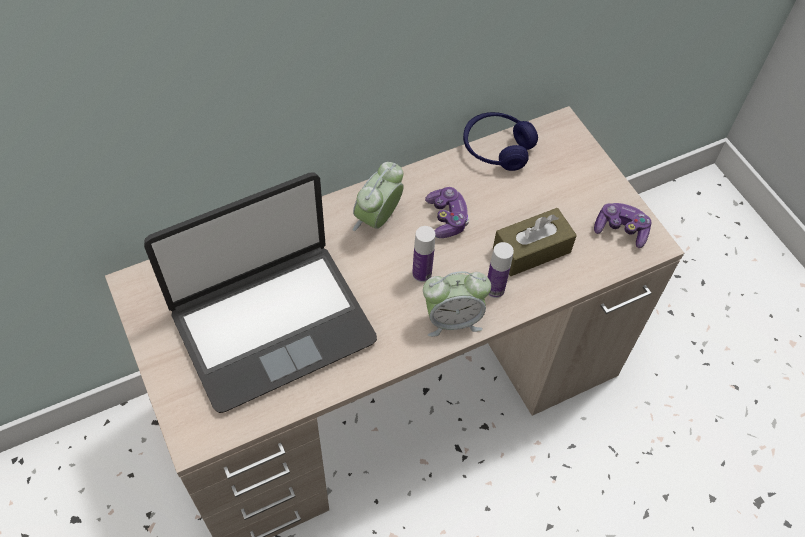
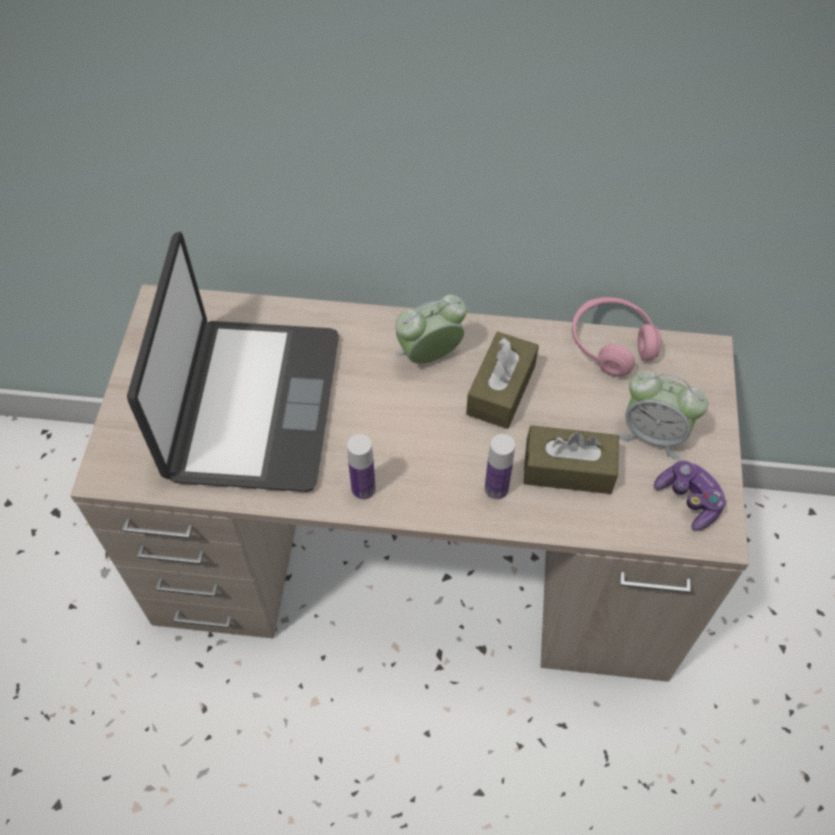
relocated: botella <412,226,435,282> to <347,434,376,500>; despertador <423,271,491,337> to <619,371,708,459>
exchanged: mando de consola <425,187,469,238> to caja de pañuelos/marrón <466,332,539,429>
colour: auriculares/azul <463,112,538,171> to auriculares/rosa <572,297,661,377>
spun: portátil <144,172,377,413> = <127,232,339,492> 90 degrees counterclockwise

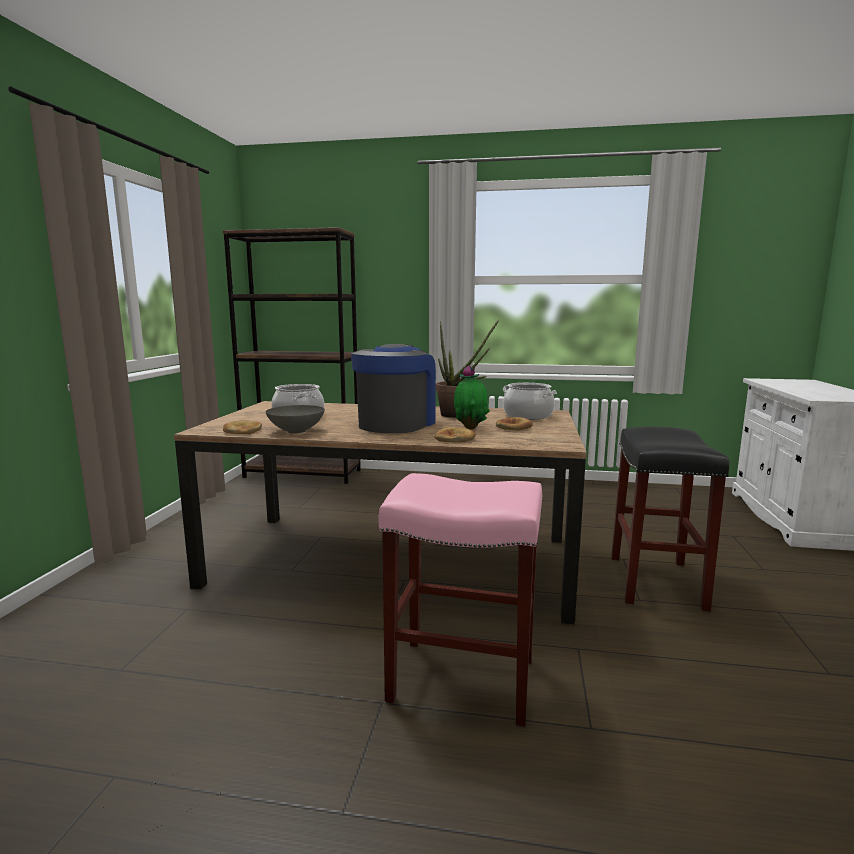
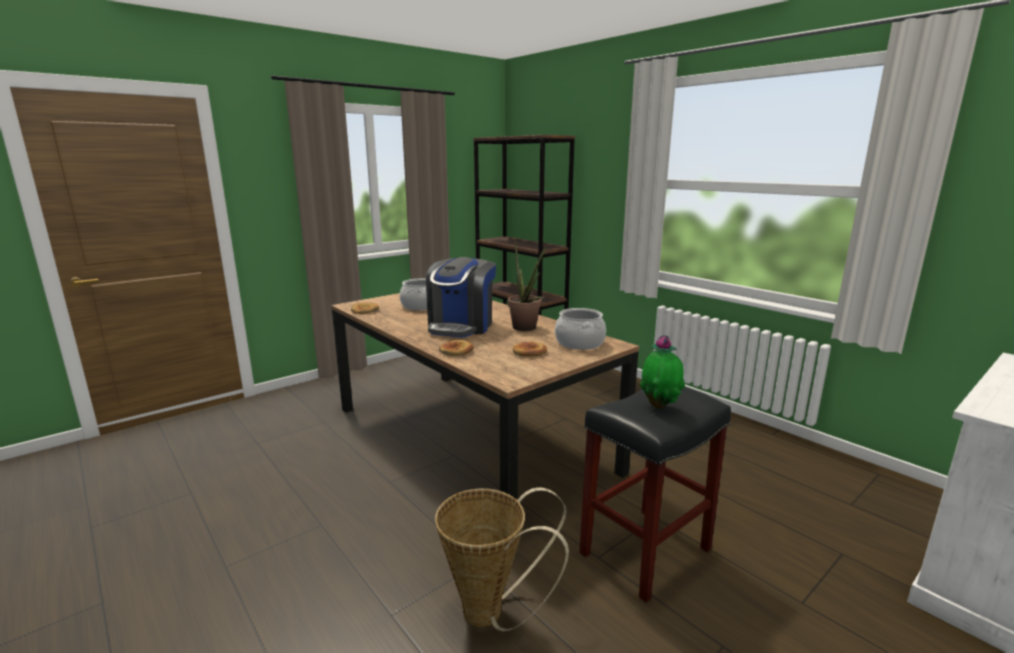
missing: cuenco/gris <266,405,325,434>; taburete/rosa <379,473,542,727>
appeared: cesta <435,487,569,631>
relocated: planta en maceta <454,365,490,430> to <640,335,685,409>
spun: cafetera <351,344,436,433> = <426,257,496,338> 135 degrees clockwise

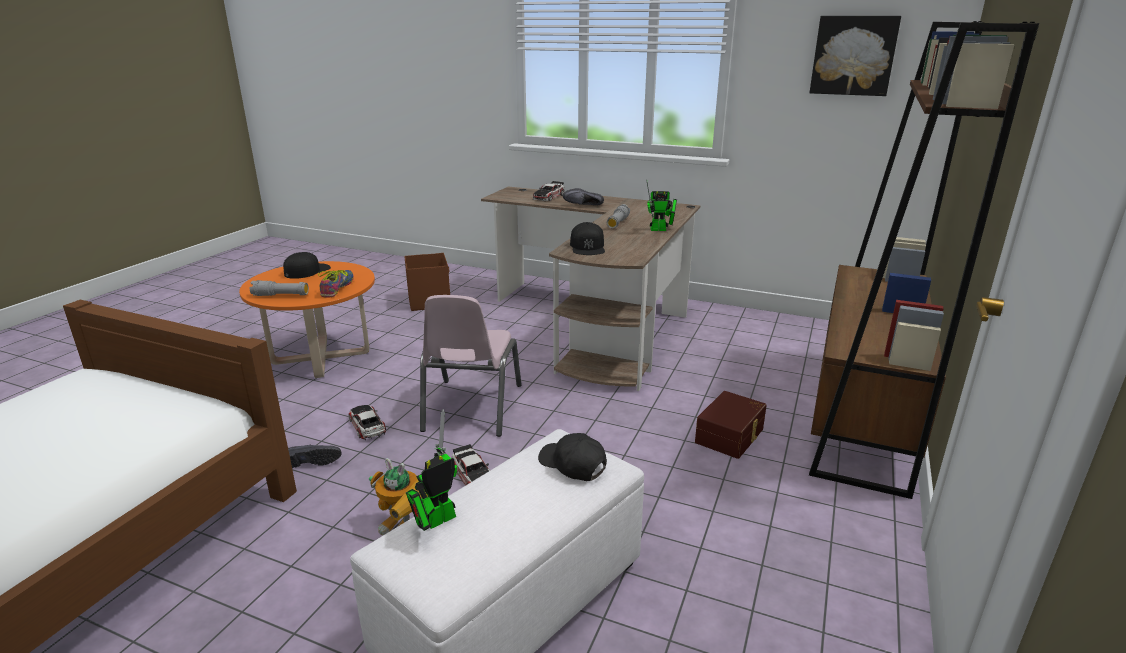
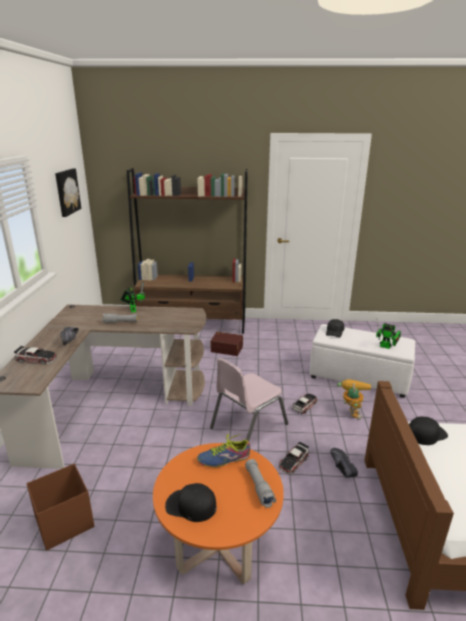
relocated: gorra/negro <570,222,605,255> to <409,417,448,445>
spun: silla/rosa <420,295,522,437> = <210,358,288,441> 150 degrees clockwise

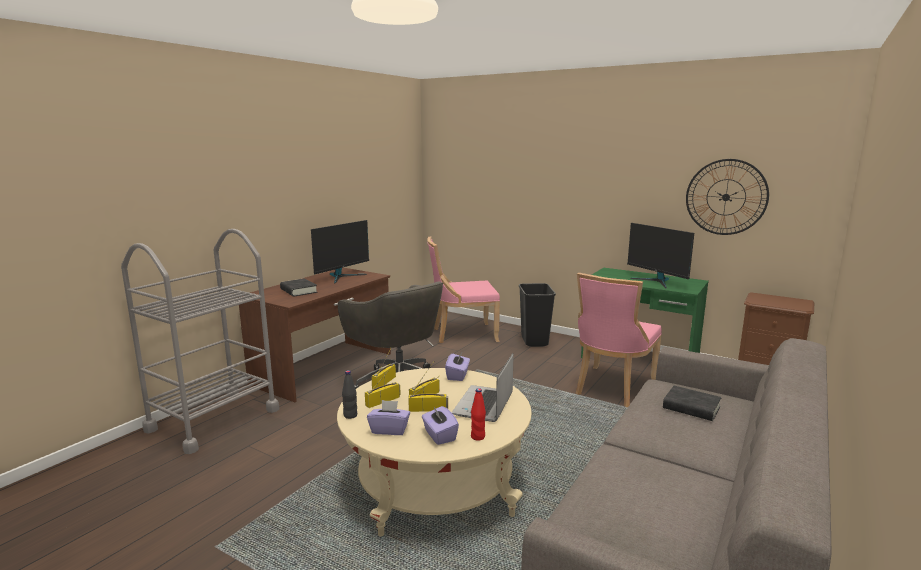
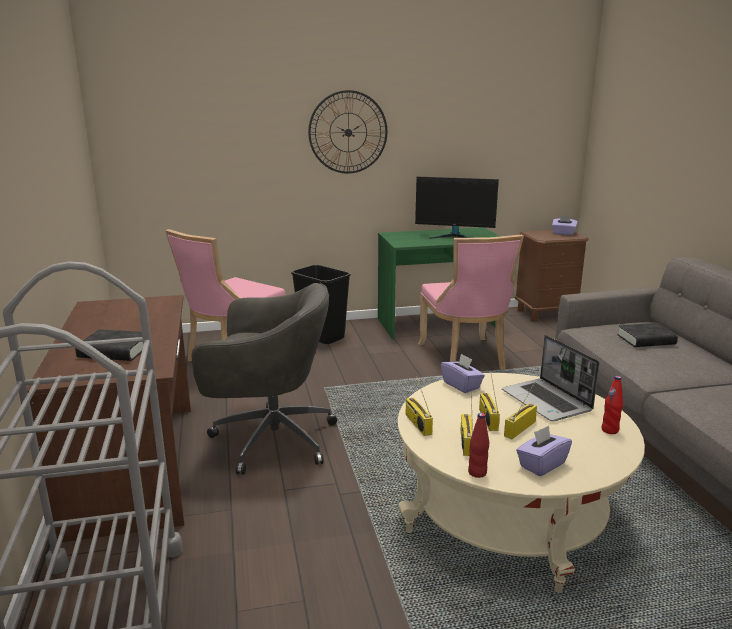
missing: monitor <311,220,369,284>
relocated: reloj de pared <686,159,769,235> to <308,90,387,174>; caja de pañuelos/morado <422,406,459,445> to <552,216,578,235>
colour: botella/negro <342,370,357,419> to botella/rojo <468,413,489,478>

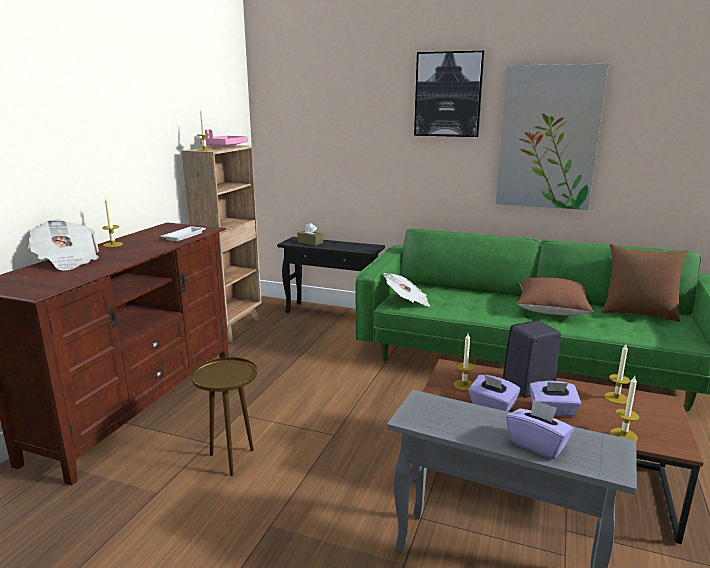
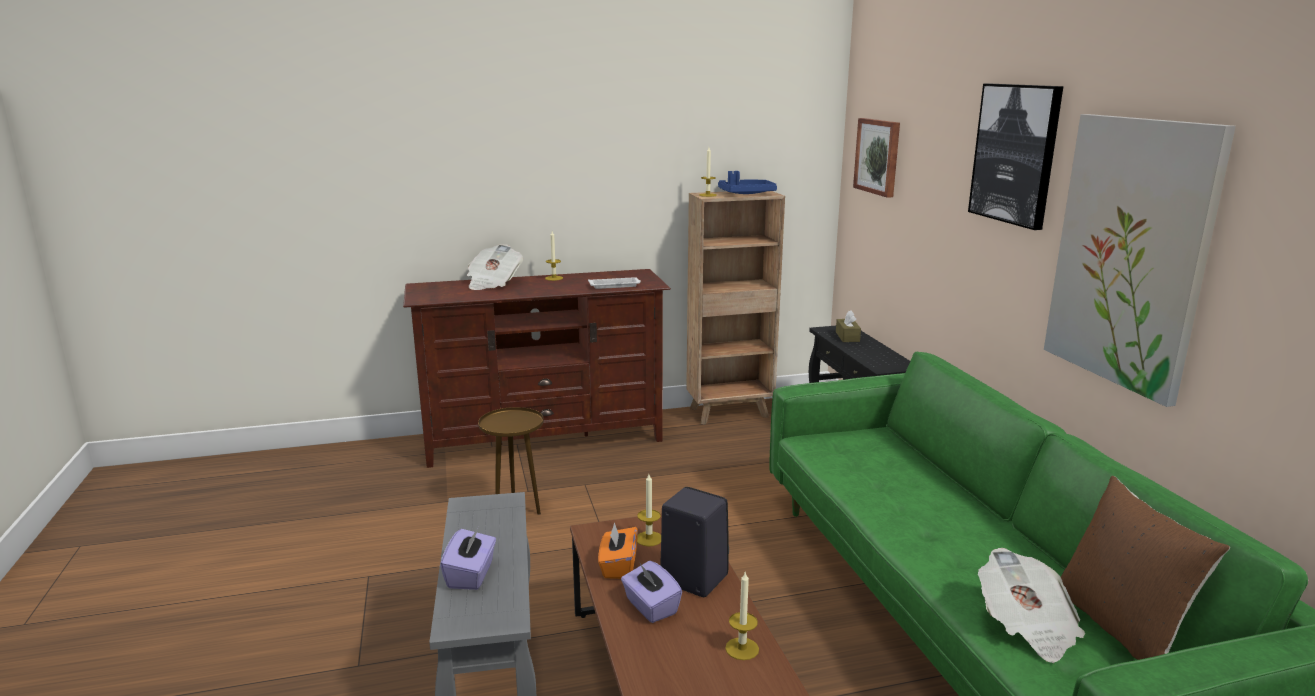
missing: cojín/marrón <516,277,594,315>; vela <610,376,640,441>
appeared: cuadro <853,118,900,198>
relocated: periódico <383,273,430,307> to <978,548,1085,663>
colour: caja de pañuelos/morado <468,374,520,412> to caja de pañuelos/naranja <598,522,638,579>; bandeja/rosa <199,130,248,147> to bandeja/azul <718,171,777,194>

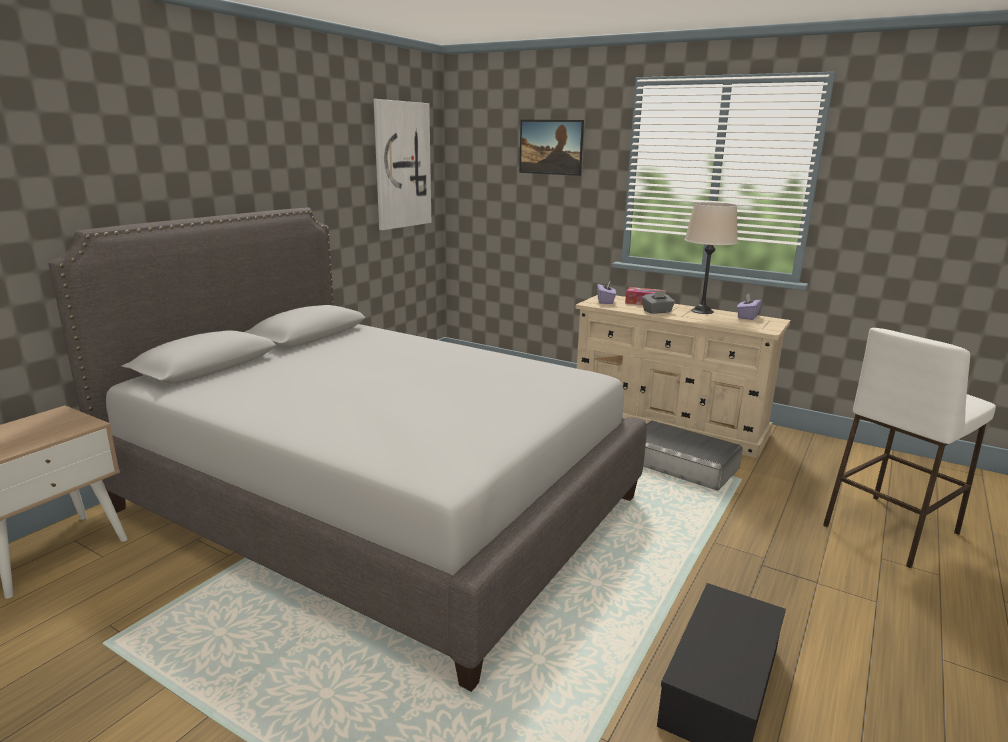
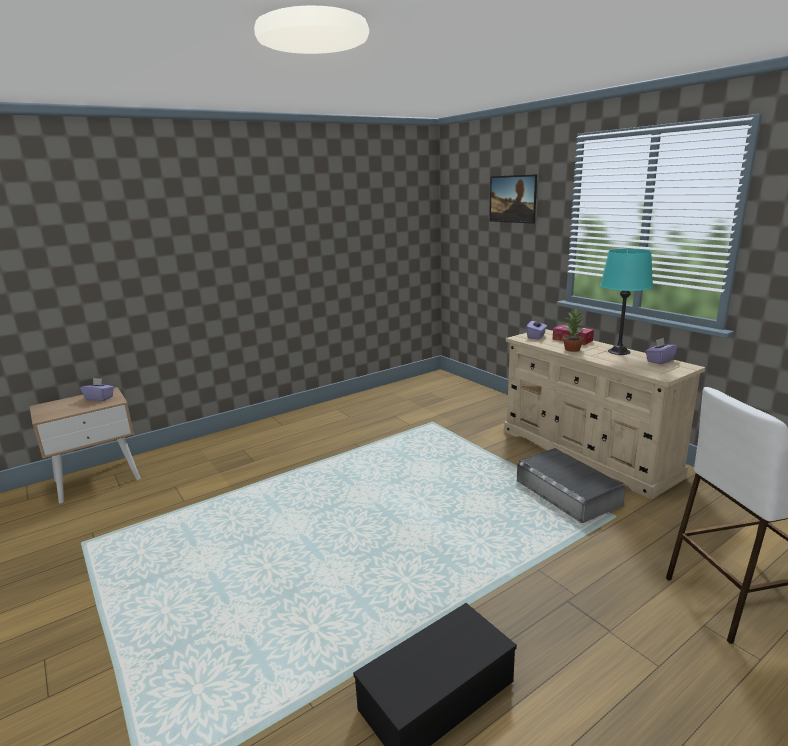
missing: cama/gris <48,207,647,692>; cuadro <374,99,431,230>
appeared: caja de pañuelos/morado <80,378,114,401>
exchanged: caja de pañuelos/gris <642,290,675,314> to planta en maceta <563,308,584,352>
colour: lámpara de mesa/beis <685,202,738,314> to lámpara de mesa/turquesa <600,249,653,355>

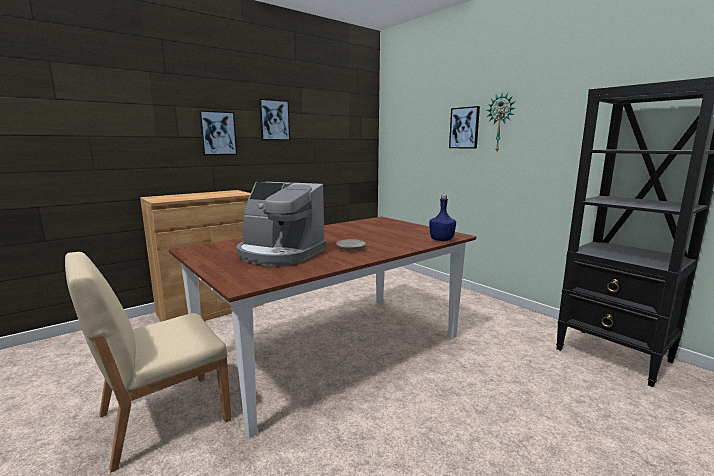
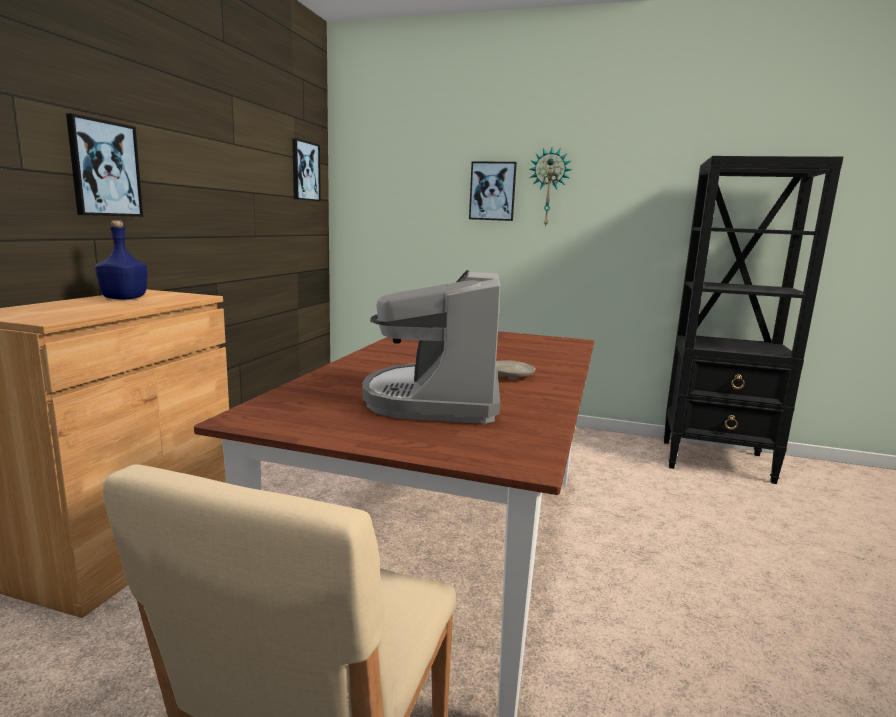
relocated: botella/azul <429,195,456,241> to <95,220,148,299>; cuadro <259,99,290,140> to <292,138,321,201>
spun: cafetera <237,182,326,266> = <362,270,500,424> 105 degrees clockwise

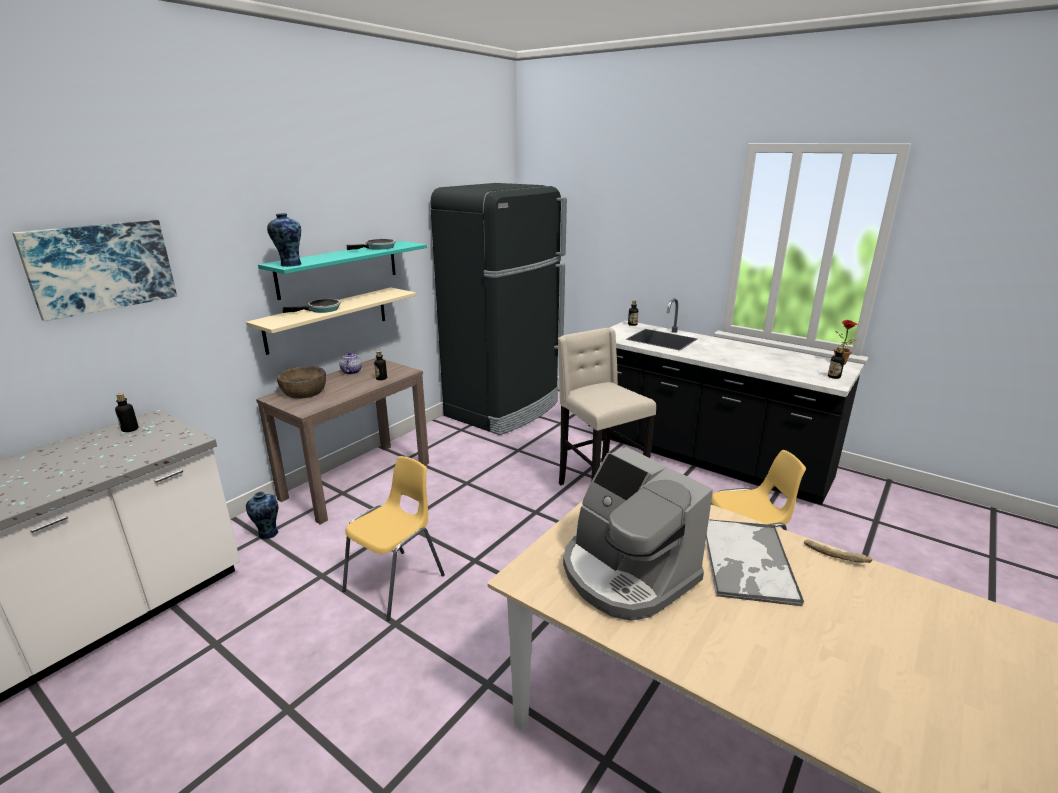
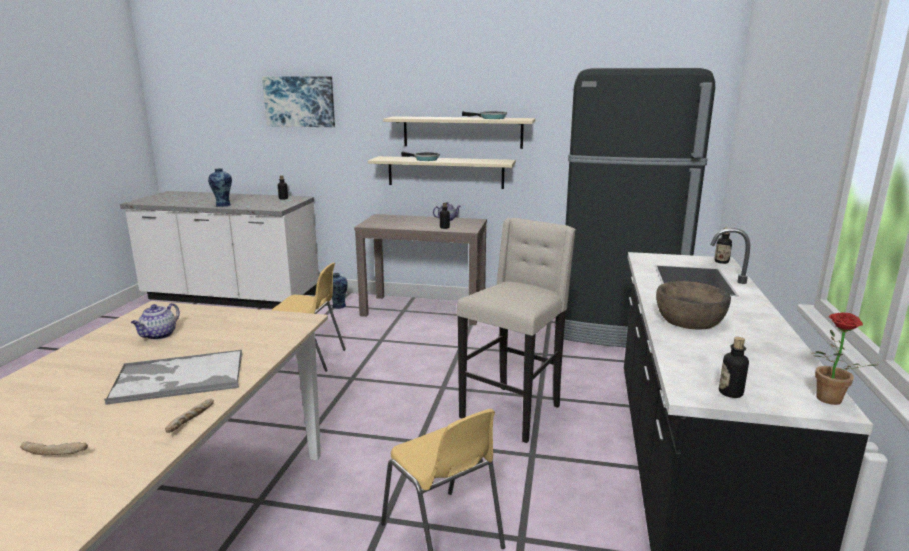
appeared: pan <20,441,88,455>
relocated: florero <267,213,301,267> to <208,168,232,207>; cuenco/marrón <277,366,326,399> to <656,281,731,330>
exchanged: cafetera <563,447,713,621> to tetera <131,303,180,340>
colour: estante/turquesa <258,241,427,300> to estante/beis <383,116,535,149>

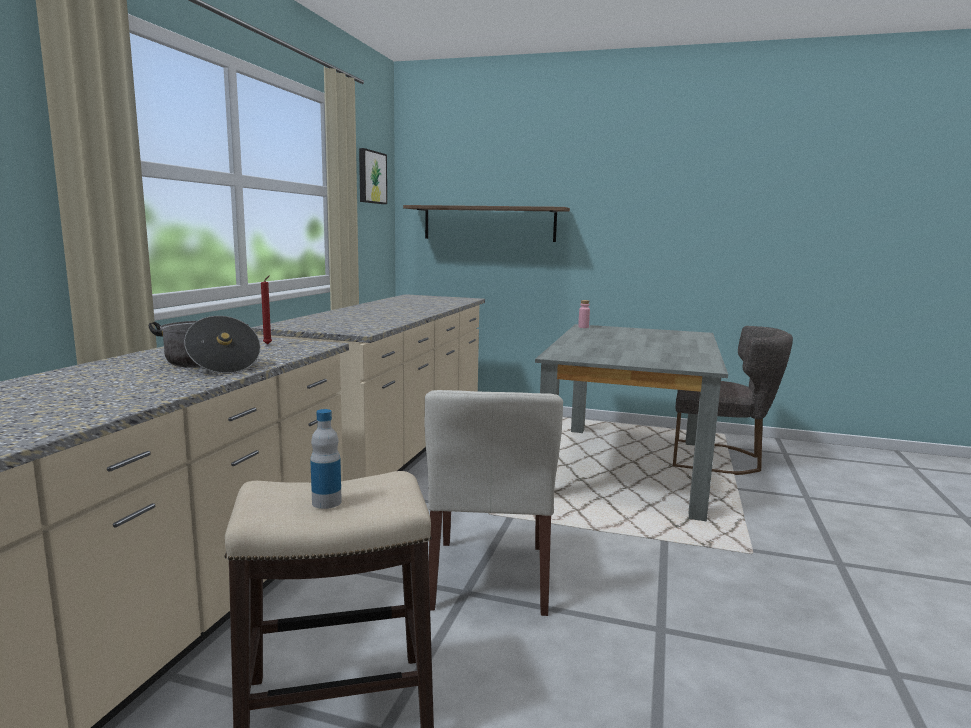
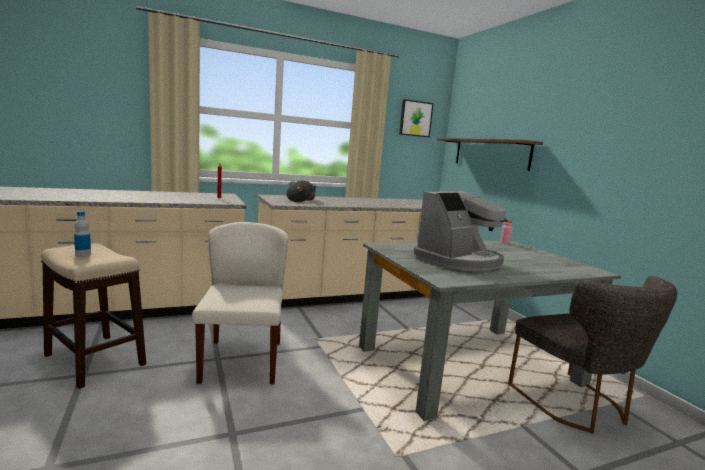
appeared: cafetera <414,191,508,271>
relocated: olla <149,316,261,374> to <286,181,317,202>
spun: silla/beis <425,390,563,616> = <192,222,288,384> 120 degrees clockwise

